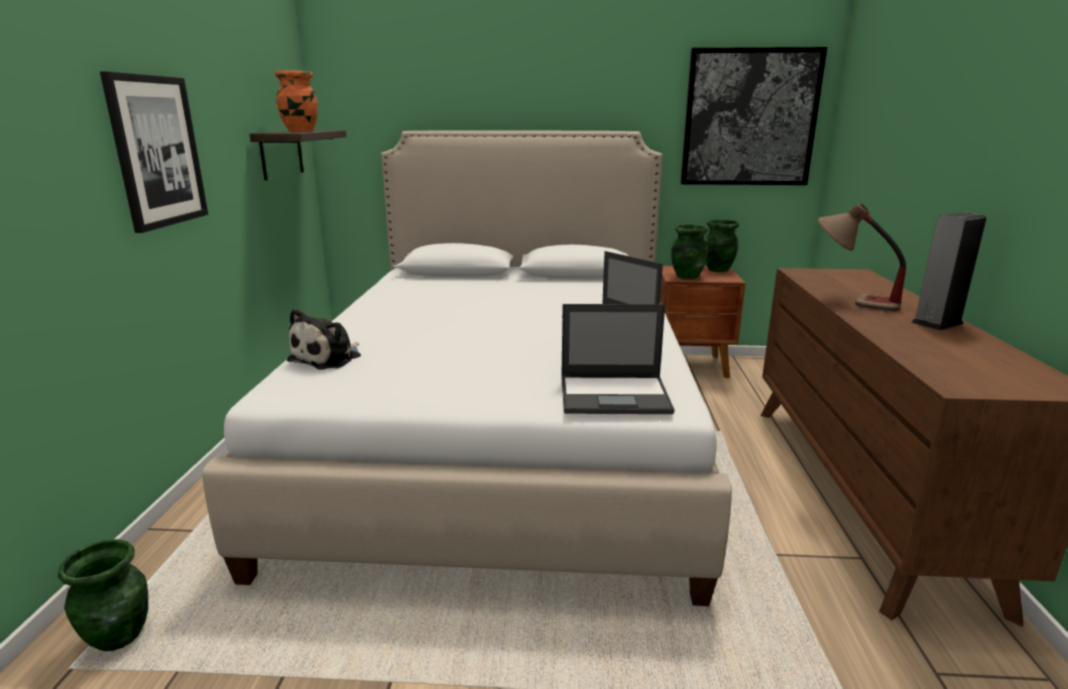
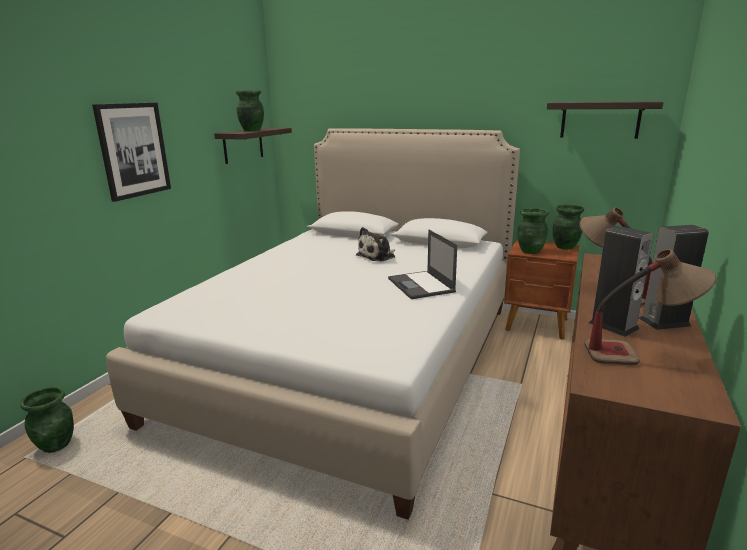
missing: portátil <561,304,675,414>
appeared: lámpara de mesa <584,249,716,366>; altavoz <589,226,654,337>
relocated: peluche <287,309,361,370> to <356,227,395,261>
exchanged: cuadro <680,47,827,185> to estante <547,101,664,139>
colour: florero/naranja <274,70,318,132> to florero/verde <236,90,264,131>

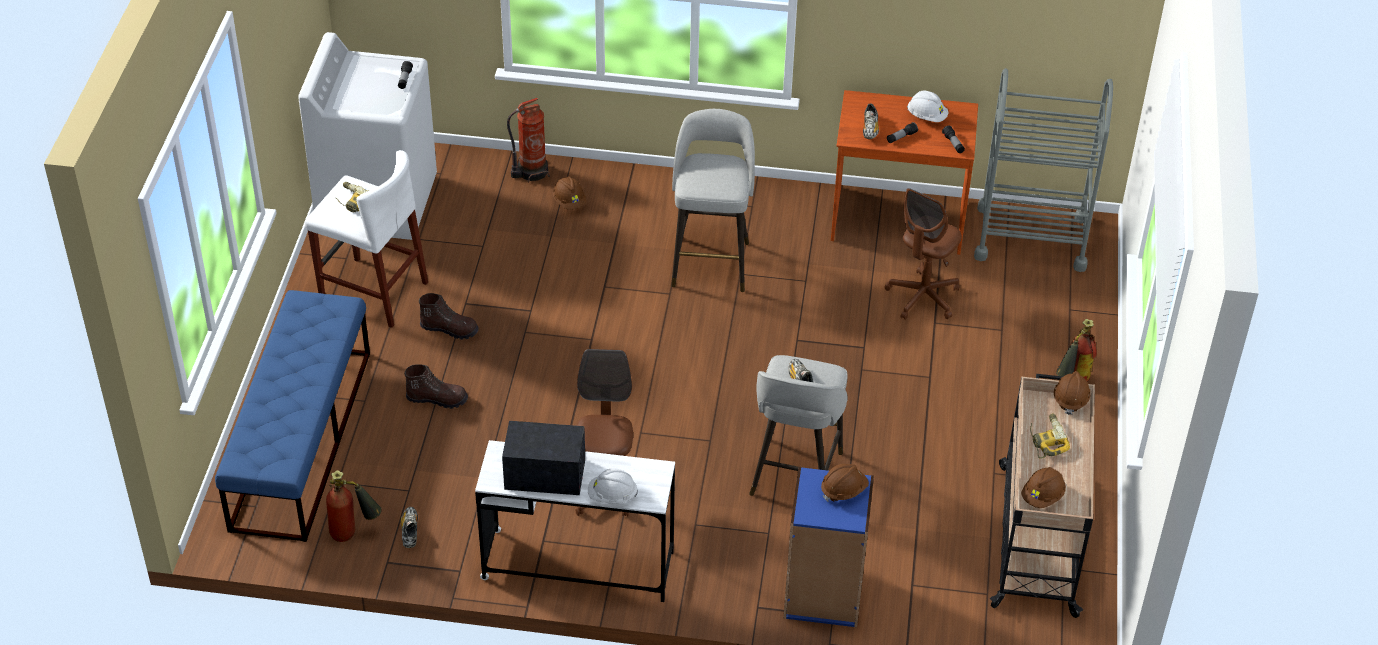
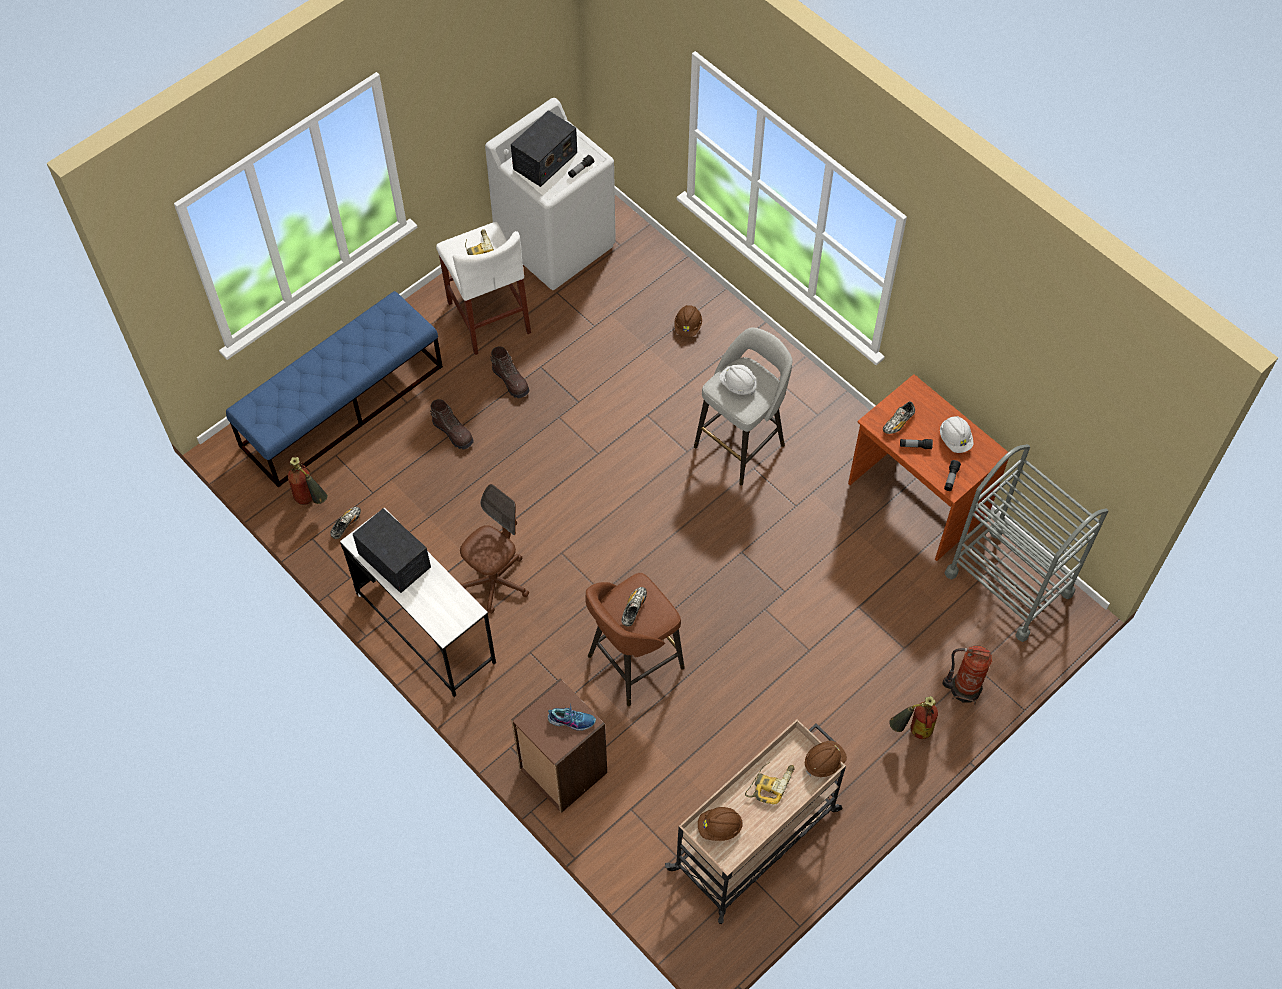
missing: silla de oficina/marrón <885,188,961,320>
appeared: radio <511,110,577,187>
relocated: casco/blanco <588,468,638,504> to <719,365,757,395>; extintor <507,98,550,183> to <942,646,992,705>
exchanged: casco/marrón <821,464,869,502> to zapato <548,703,596,731>
colour: estantería/azul <783,467,874,628> to estantería/marrón <511,678,607,813>; taburete/gris <749,355,848,496> to taburete/marrón <586,573,685,706>

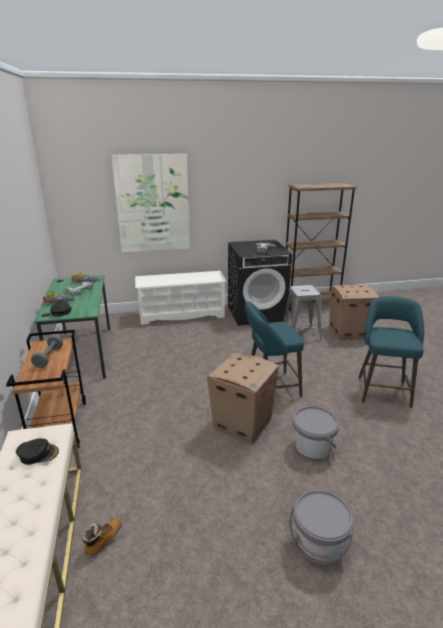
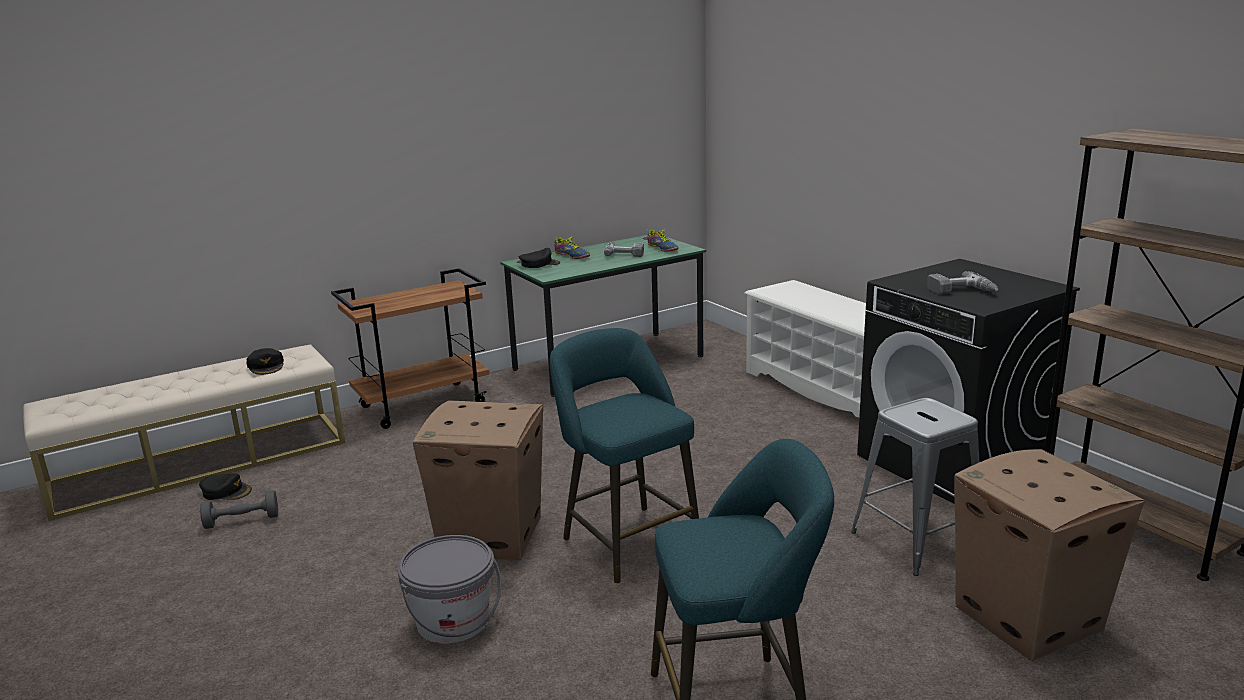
missing: cuadro <111,154,190,253>; cubo/gris <289,490,354,564>
relocated: mancuerna/gris <31,335,63,368> to <200,490,278,529>
exchanged: bota <83,518,122,558> to gorra/negro <199,473,252,500>

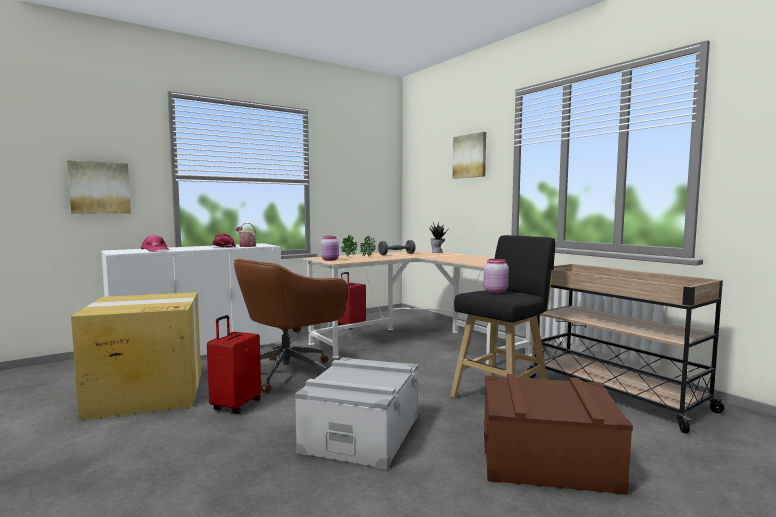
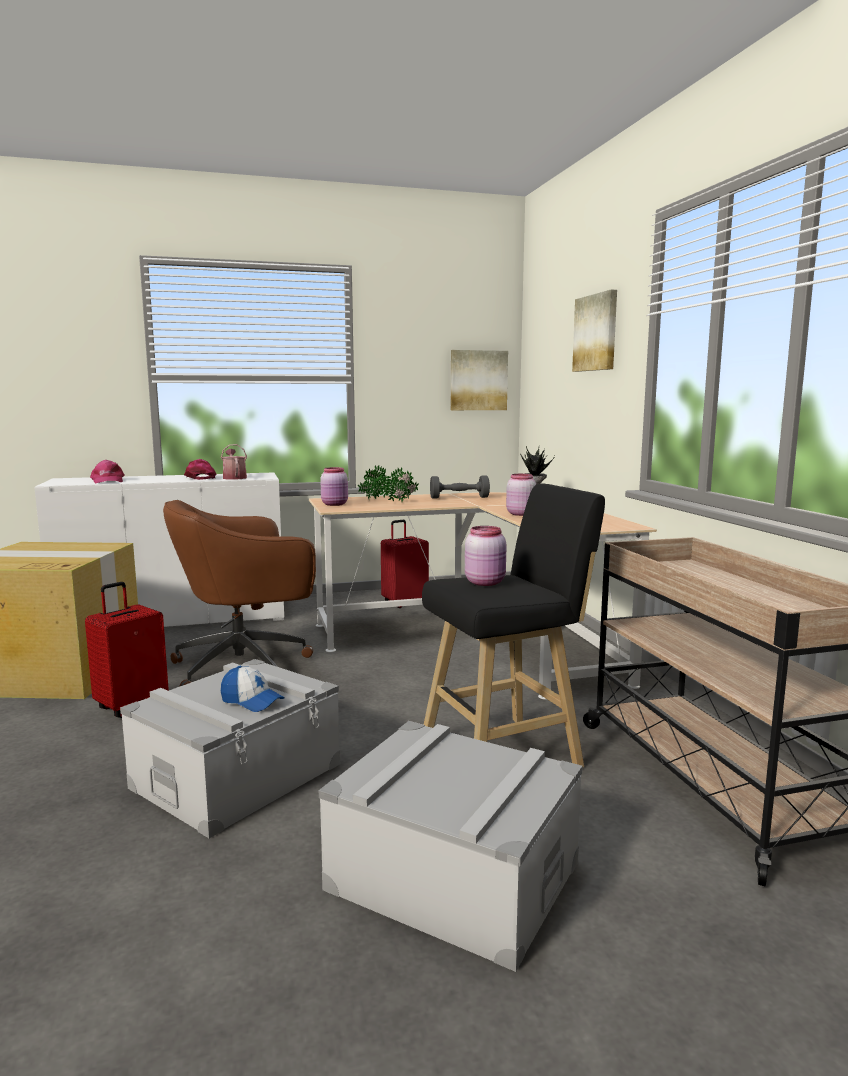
appeared: gorra <220,666,285,712>; tarro/rosa <506,474,536,516>
relocated: cuadro <67,160,131,214> to <451,350,508,410>
colour: caja de almacenaje/marrón <484,374,633,495> to caja de almacenaje/gris <319,721,583,972>

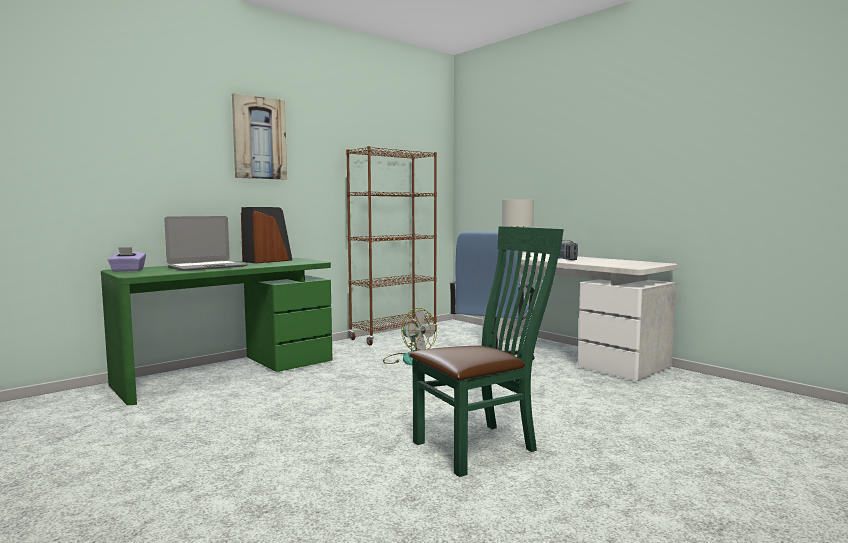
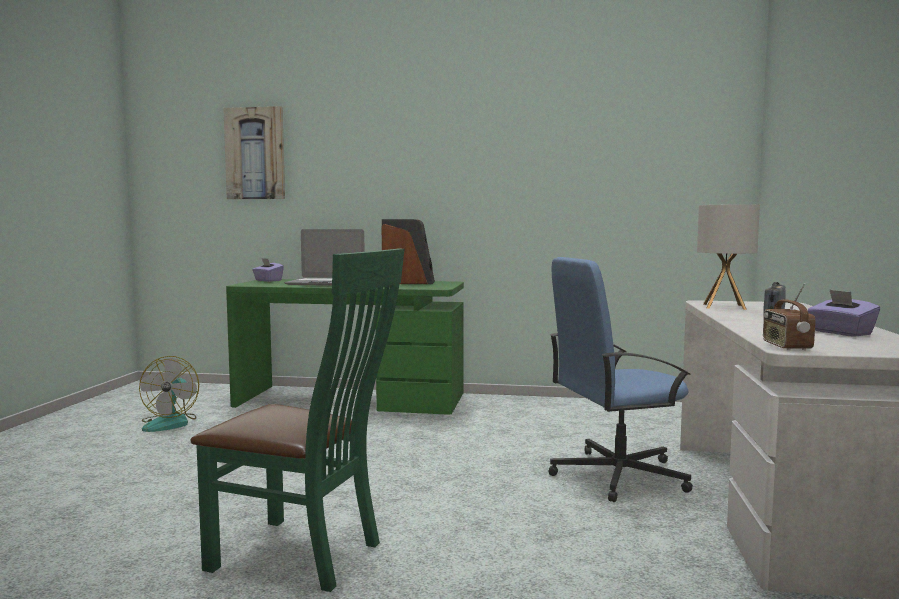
missing: estantería/marrón <346,146,437,346>
appeared: radio <763,283,815,350>; caja de pañuelos/morado <808,289,880,337>
relocated: ventilador <383,308,437,366> to <139,356,199,432>; cuadro <232,93,287,180> to <223,106,285,199>

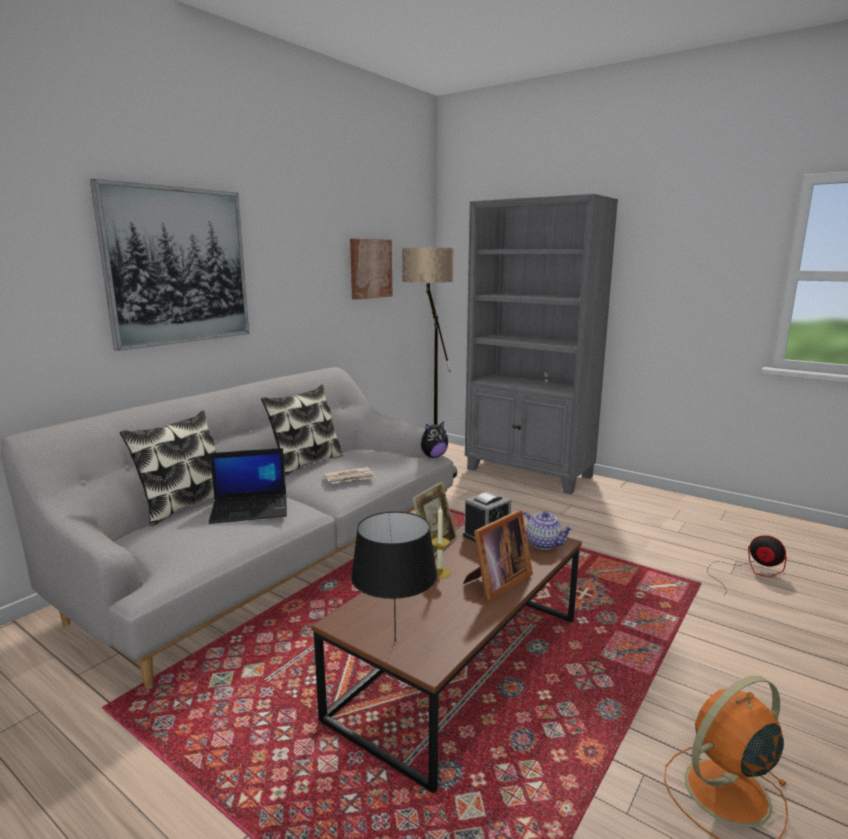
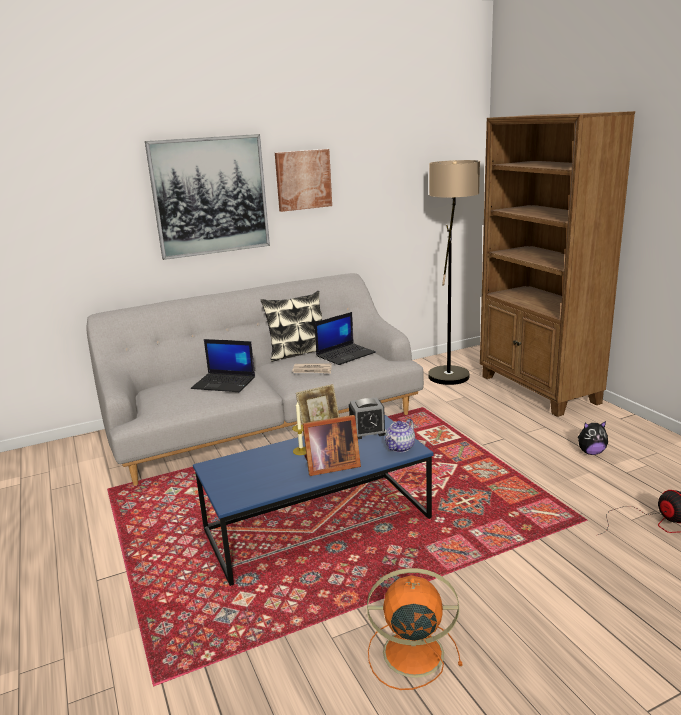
missing: cojín <120,410,216,526>; lámpara de mesa/negro <351,511,437,642>
appeared: portátil <315,312,376,365>
relocated: cuadro <350,239,392,300> to <275,149,332,212>; peluche <421,421,448,458> to <577,421,608,455>
colour: mesa de centro/marrón <311,524,582,793> to mesa de centro/azul <193,415,433,586>; estantería/gris <465,194,618,494> to estantería/marrón <480,111,635,417>
spun: tetera <522,511,574,550> = <385,419,415,452> 60 degrees clockwise

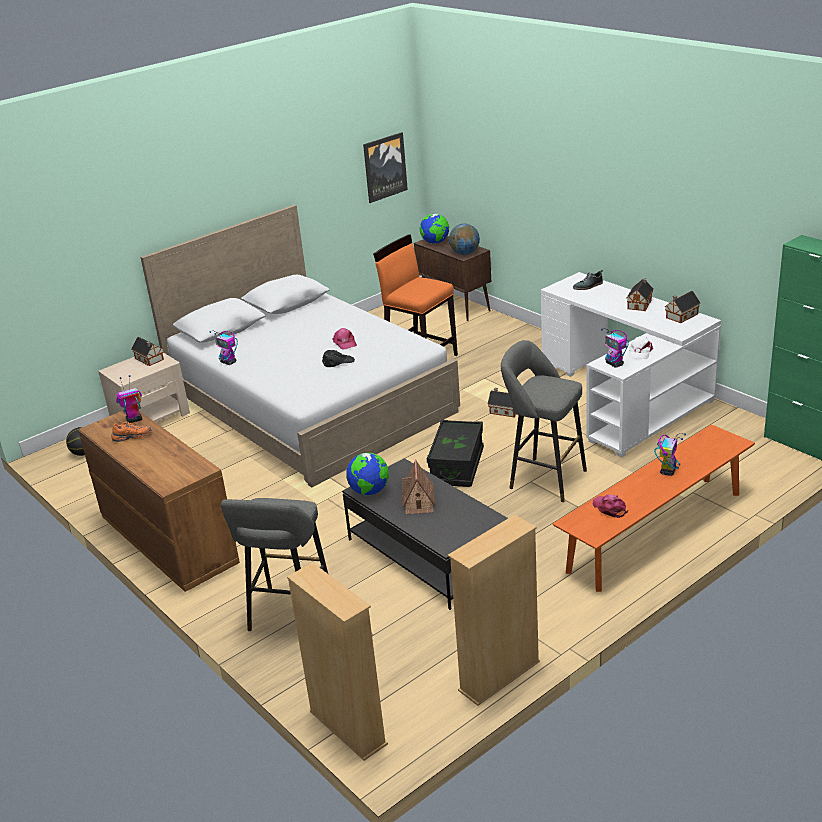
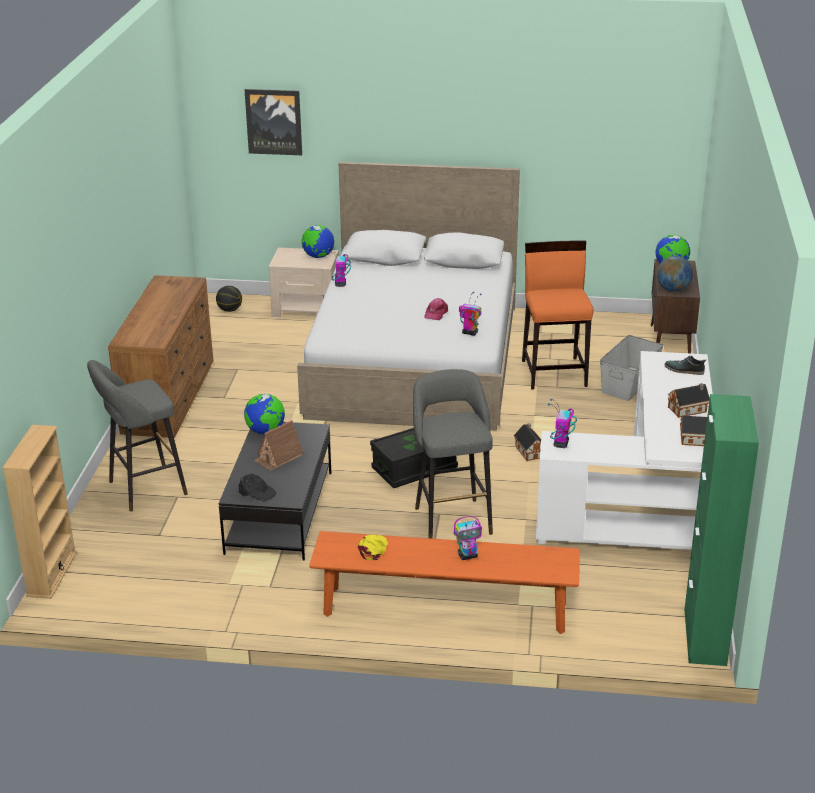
missing: zapato/naranja <111,421,152,442>; estantería/beis <448,515,540,706>; gorra/blanco <629,336,653,359>
appeared: caja de almacenaje/gris <600,335,664,401>
relocated: gorra/negro <322,350,355,367> to <239,474,276,501>; cuadro <363,132,408,203> to <245,89,302,155>; robot de juguete <116,375,142,423> to <459,292,481,336>
exchanged: casita <132,337,164,366> to globo terráqueo <302,225,334,258>
colour: gorra/rosa <592,494,628,518> to gorra/amarillo <358,534,388,560>

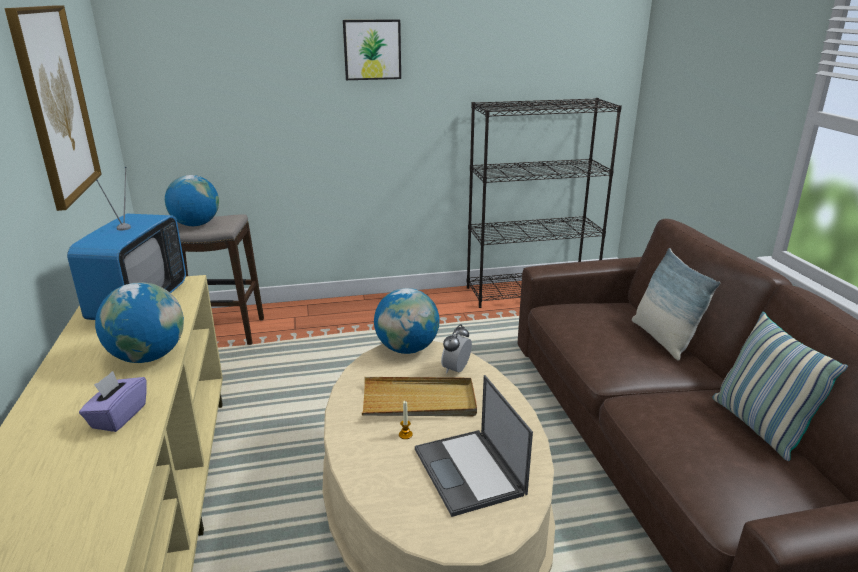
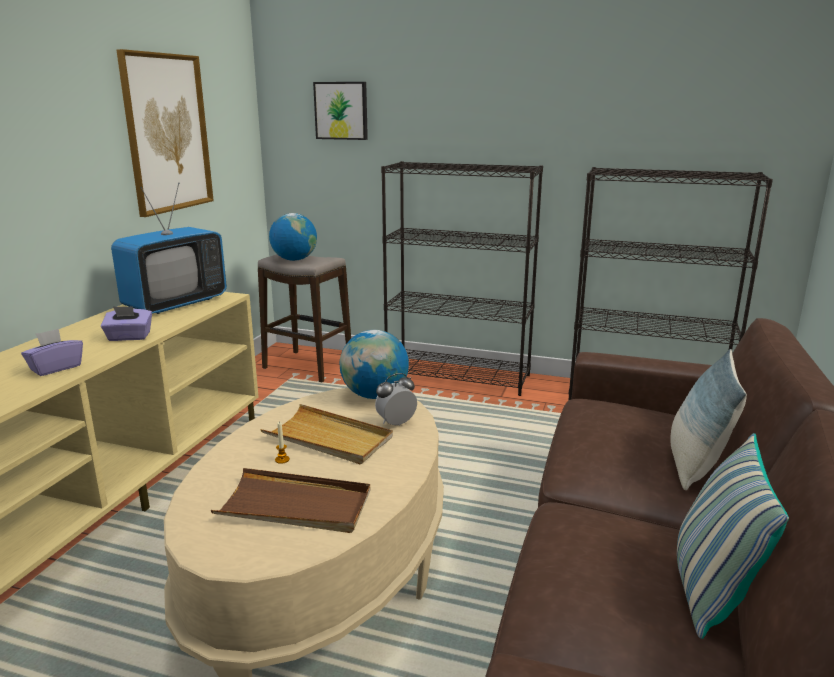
appeared: estantería/negro <381,161,543,396>
relocated: cuadro <343,19,401,80> to <313,82,368,140>
exchanged: globo terráqueo <95,282,184,363> to caja de pañuelos/morado <101,306,152,341>; portátil <415,375,533,517> to bandeja/marrón <211,468,370,533>

